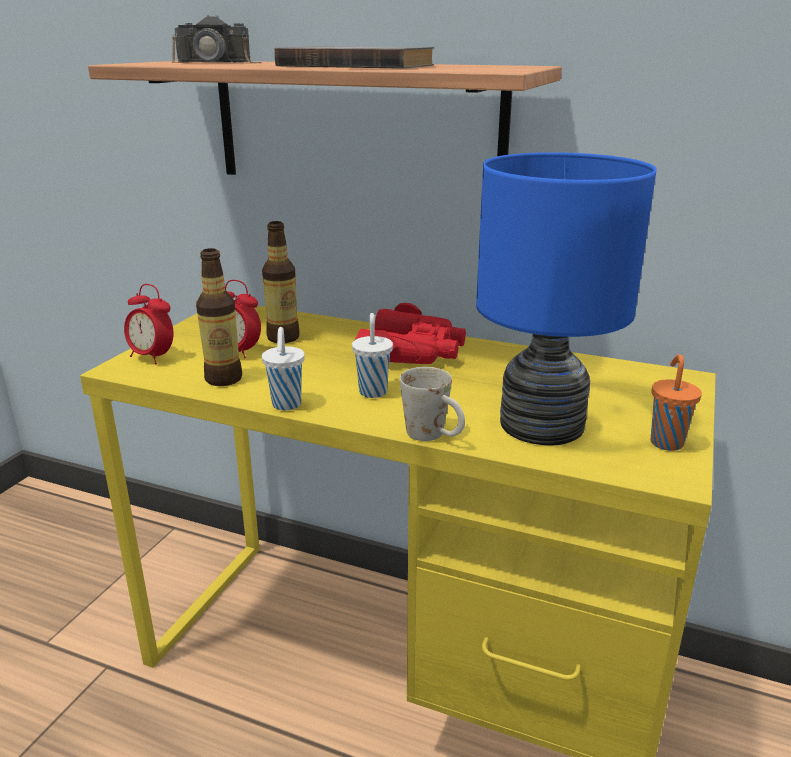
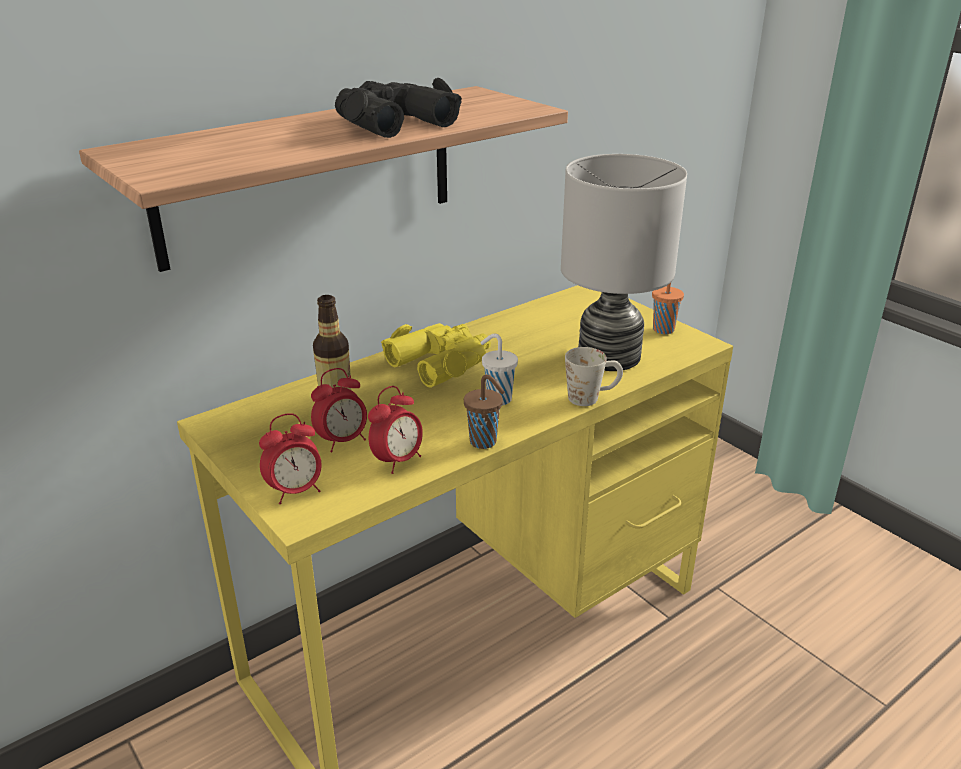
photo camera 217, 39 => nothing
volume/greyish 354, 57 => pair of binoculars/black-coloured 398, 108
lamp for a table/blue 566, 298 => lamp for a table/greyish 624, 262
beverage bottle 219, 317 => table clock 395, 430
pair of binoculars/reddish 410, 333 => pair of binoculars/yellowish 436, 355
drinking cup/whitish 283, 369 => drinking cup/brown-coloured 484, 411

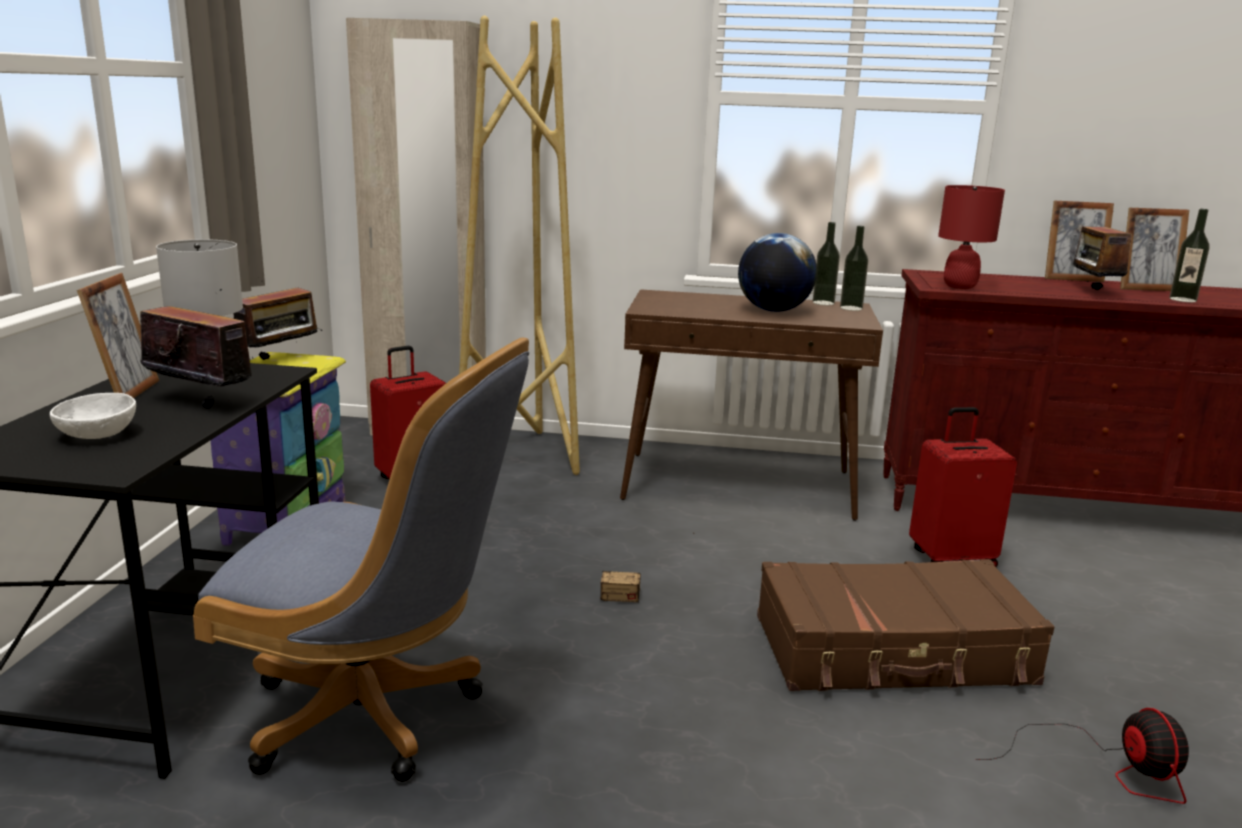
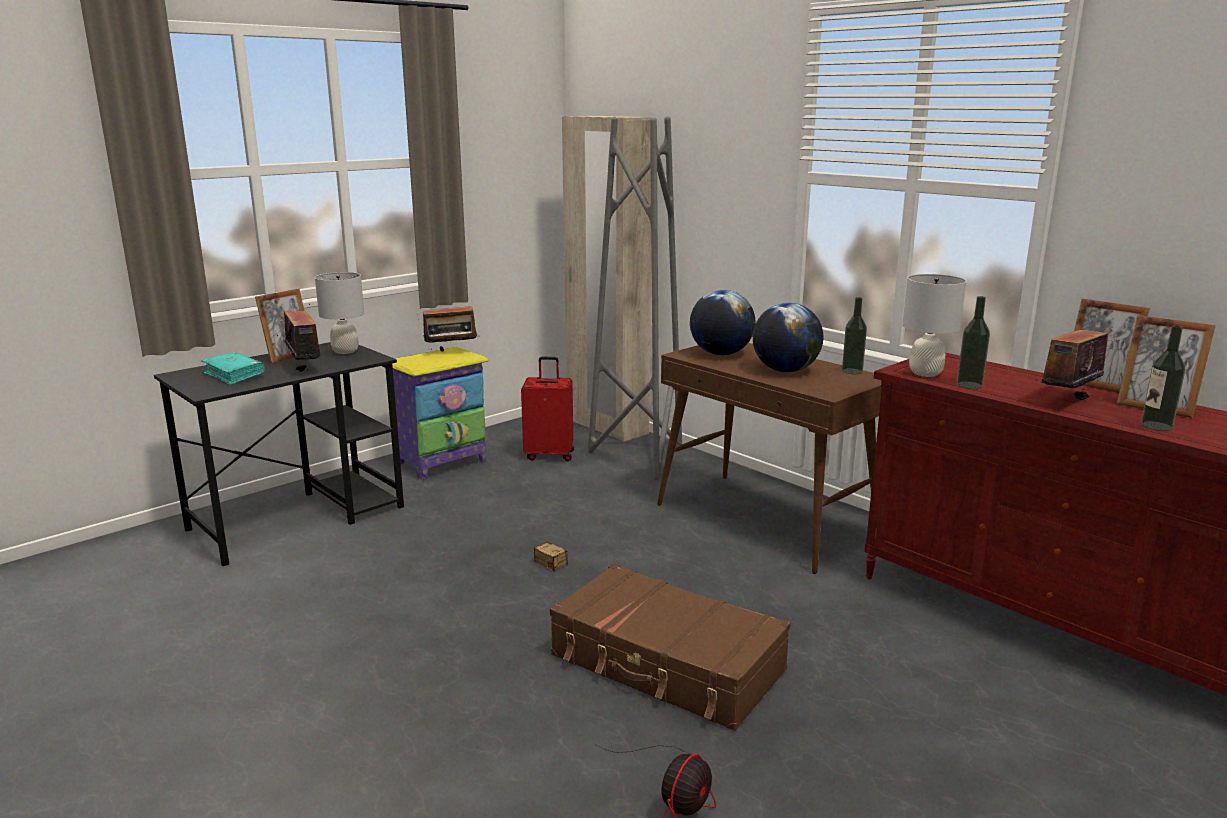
garment rack/yellowish 519, 245 => garment rack/greyish 635, 298
lamp for a table/reddish 971, 237 => lamp for a table/greyish 934, 325
beverage bottle 854, 268 => beverage bottle 973, 342, moved
office chair/blue 361, 560 => nothing
deep dish/whitish 93, 416 => volume/turquoise 233, 368
suitcase/reddish 963, 487 => nothing
nothing => globe 723, 322

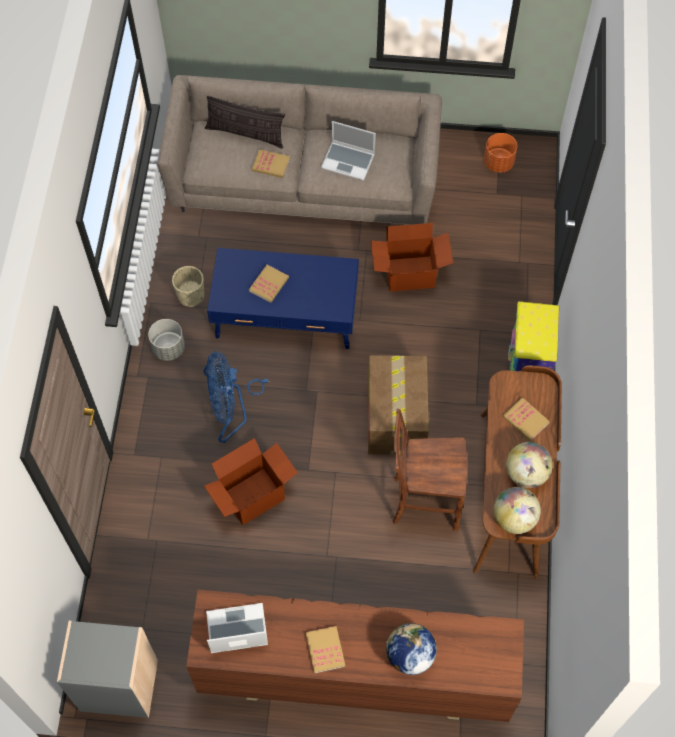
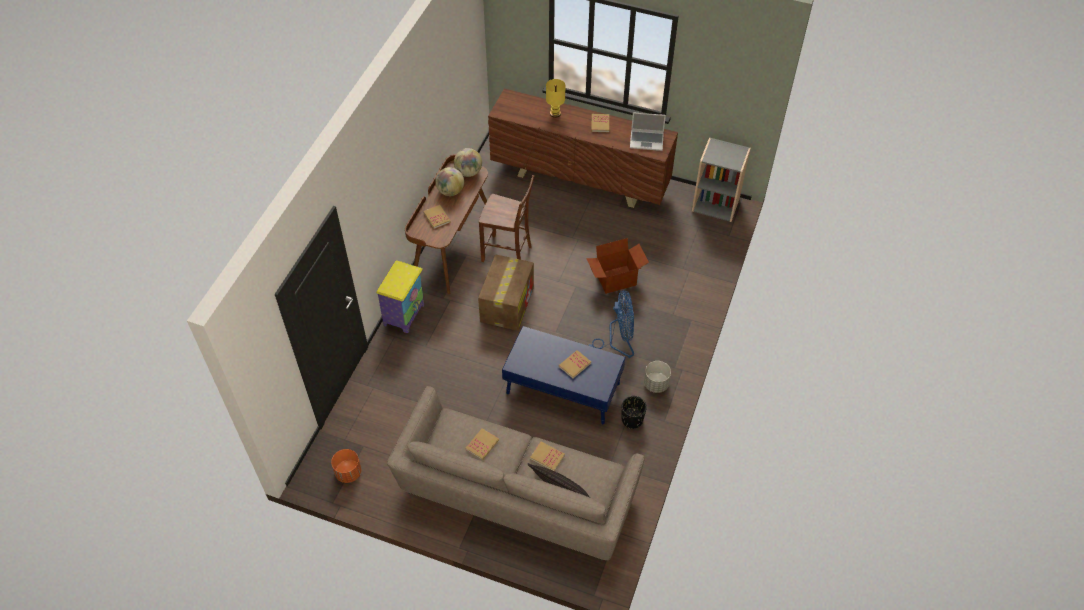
notebook computer 348, 151 => volume 482, 444
packing box 411, 257 => nothing
planter/beige 188, 286 => planter/black-coloured 634, 412
globe 411, 649 => lamp for a table/yellowish 556, 98

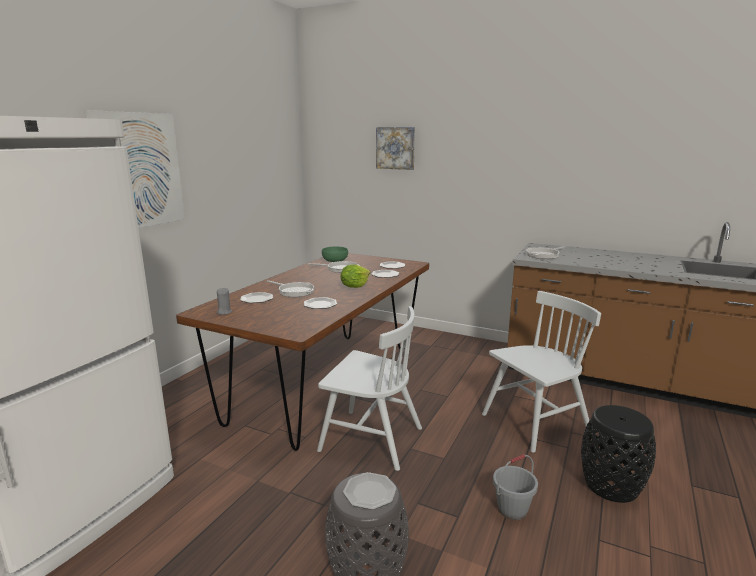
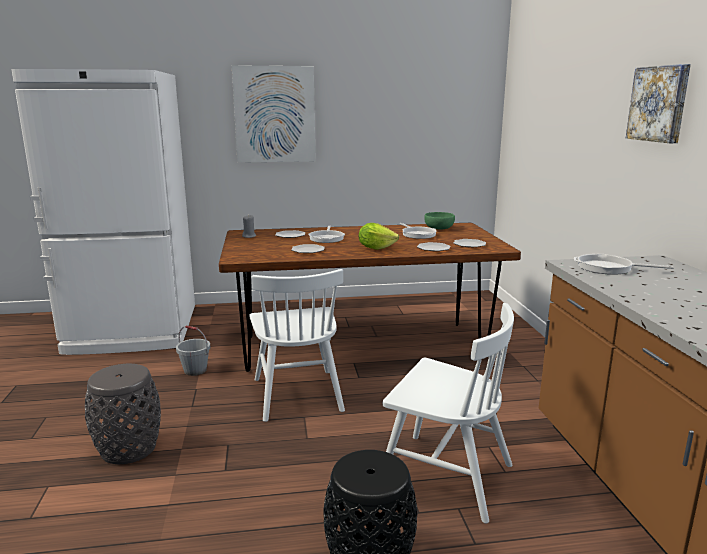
wall art 395, 148 => wall art 658, 103, moved
water bucket/greyish 515, 487 => water bucket/greyish 193, 350, moved
dinner plate 370, 491 => nothing

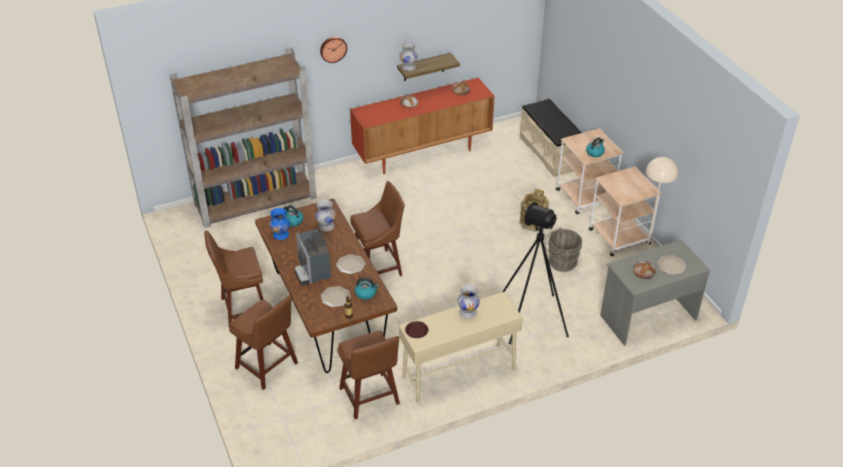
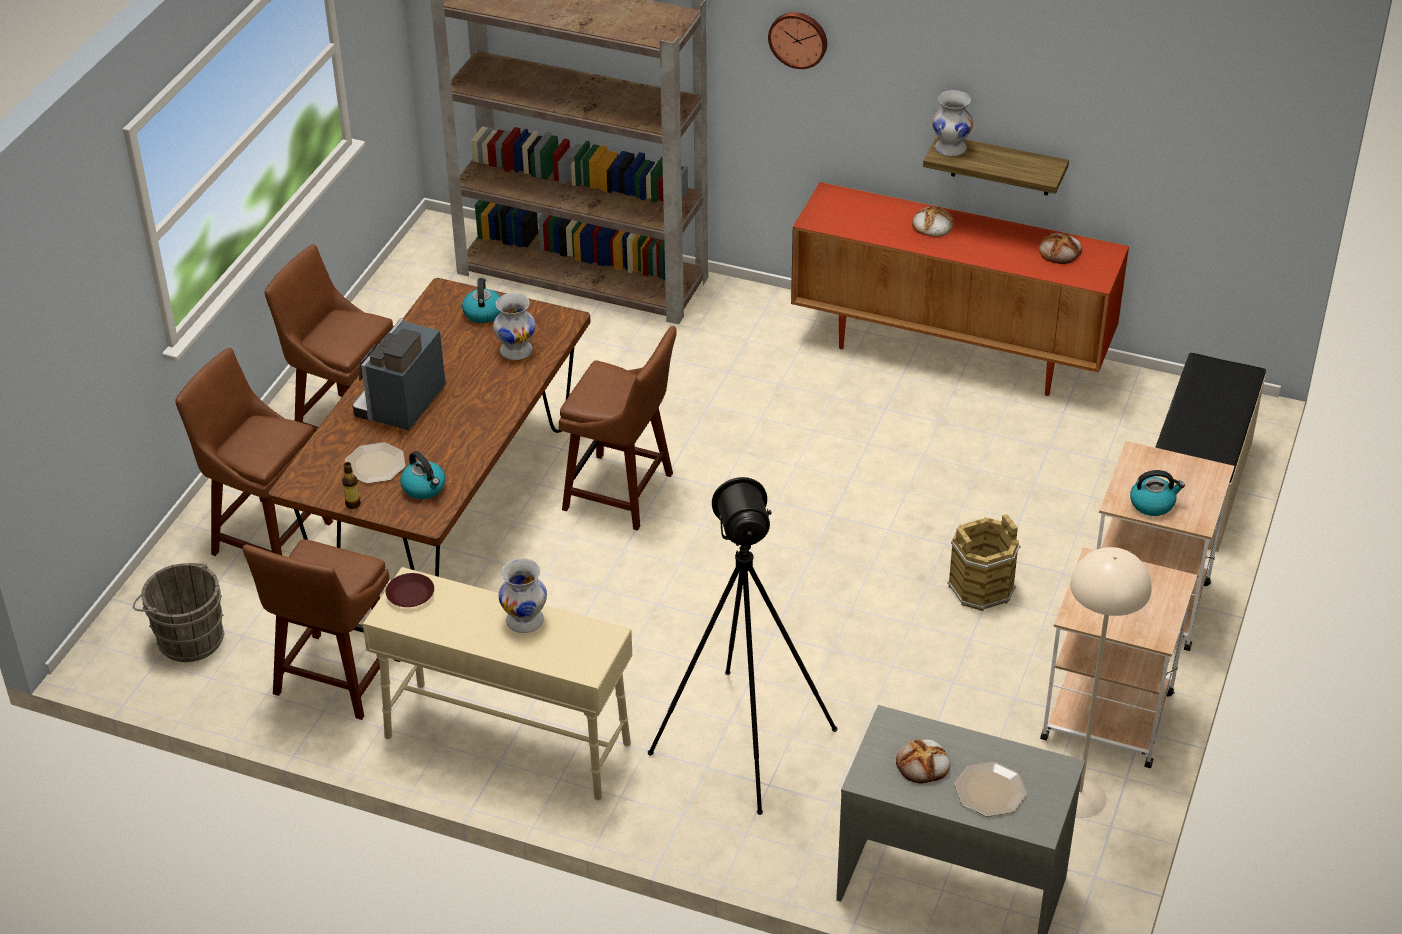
flower vase/blue 279, 224 => nothing
water bucket/greyish 563, 250 => water bucket/greyish 179, 612, moved
dinner plate 351, 264 => nothing
upright chair/brown-coloured 263, 342 => upright chair/brown-coloured 254, 452, 120 degrees clockwise

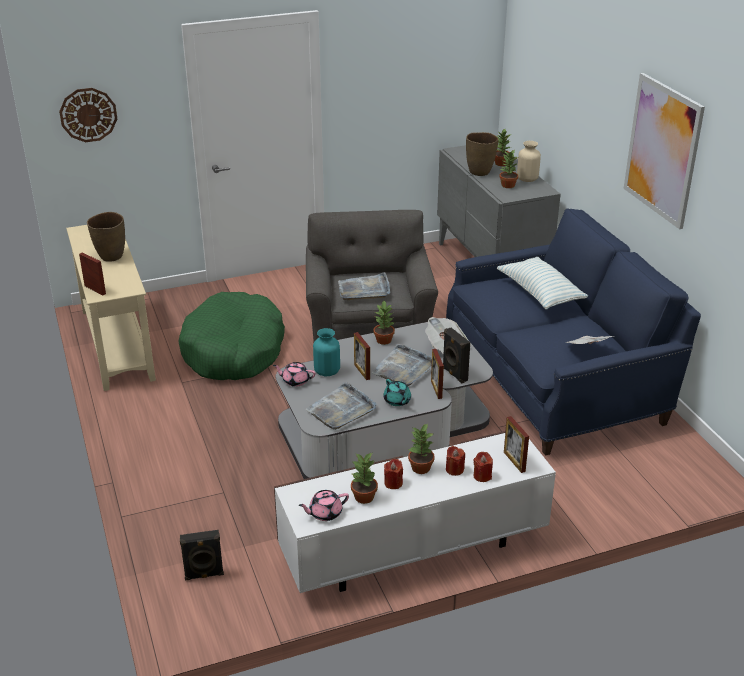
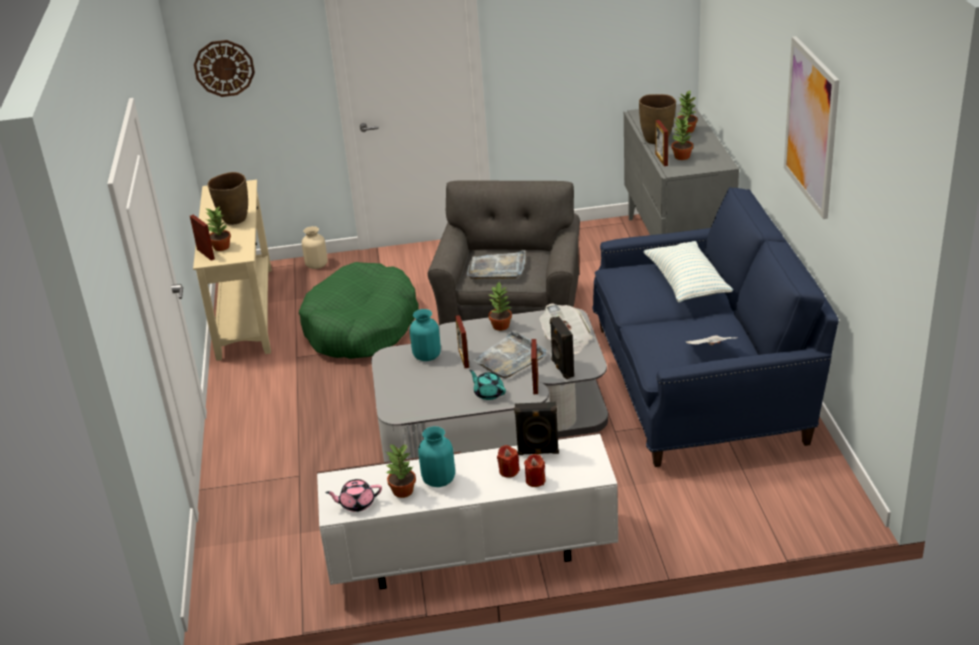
flower vase/beige 529, 161 => flower vase/beige 315, 247, moved
tea pot/pink 294, 374 => nothing
tea pot/turquoise 397, 392 => tea pot/turquoise 487, 384, 150 degrees clockwise
carrying tray/greyish 340, 406 => nothing
photo frame 516, 444 => photo frame 661, 143, moved
potted plant 421, 448 => potted plant 219, 229, moved
wax candle/reddish 393, 474 => flower vase/turquoise 436, 456
audio speaker/black-coloured 202, 555 => audio speaker/black-coloured 536, 428, moved

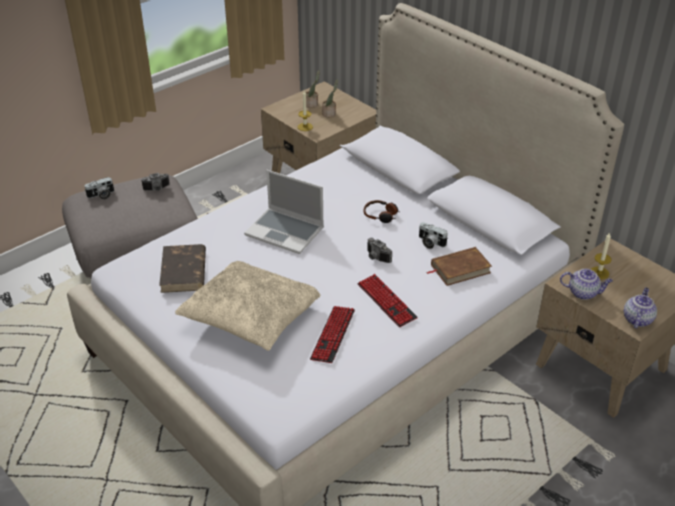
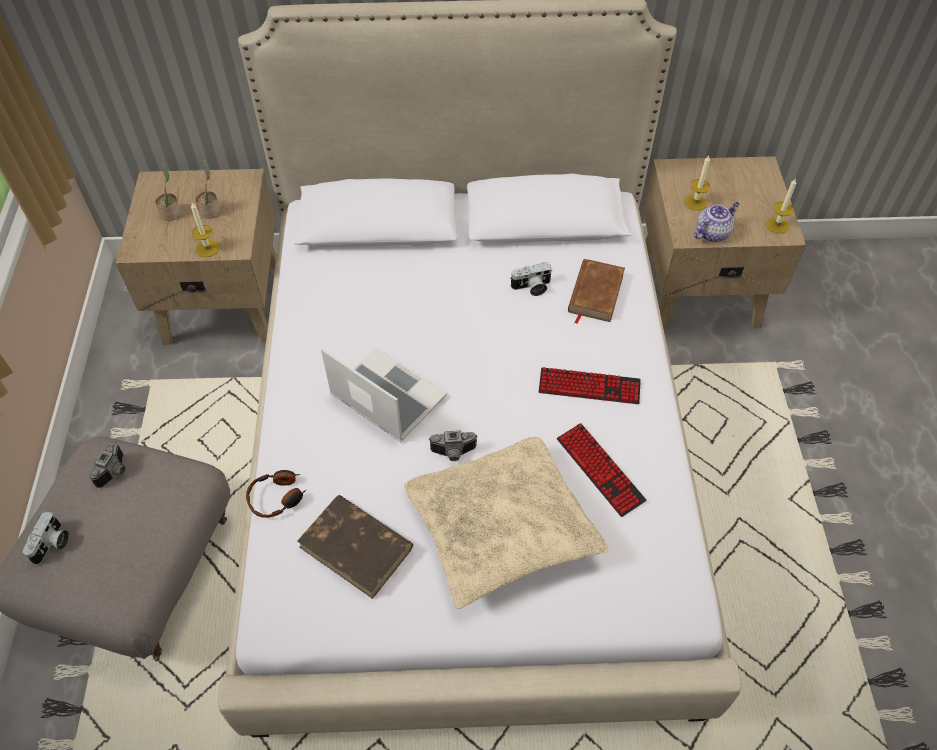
notebook computer 284, 212 => notebook computer 384, 394, 120 degrees counterclockwise
pair of headphones 382, 211 => pair of headphones 276, 494, moved
photo camera 379, 250 => photo camera 453, 445, moved
tea pot 640, 308 => wax candle 781, 206

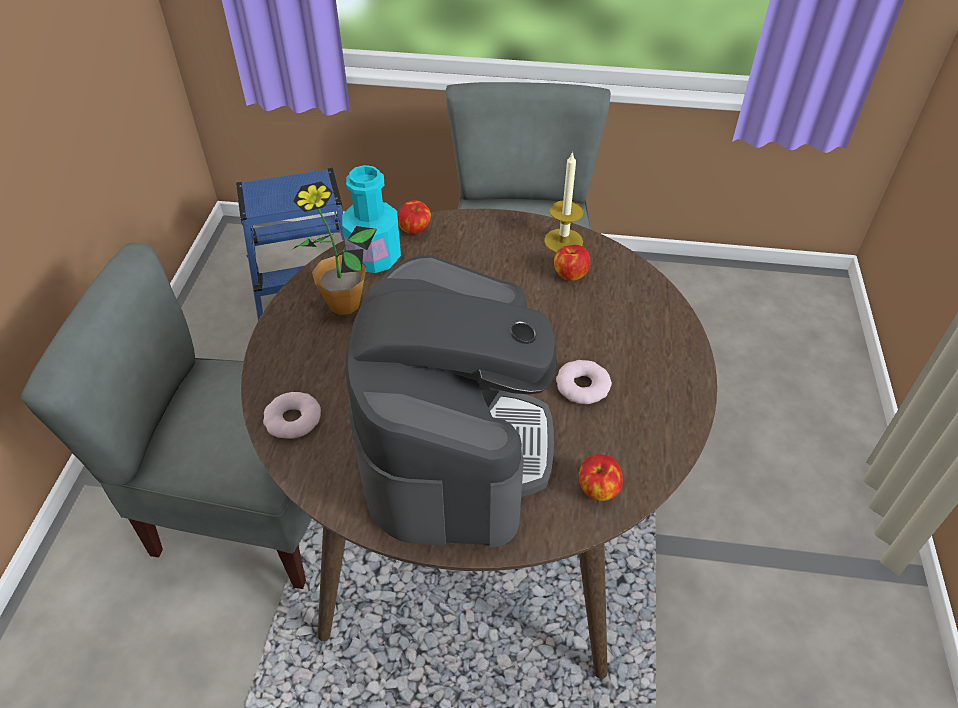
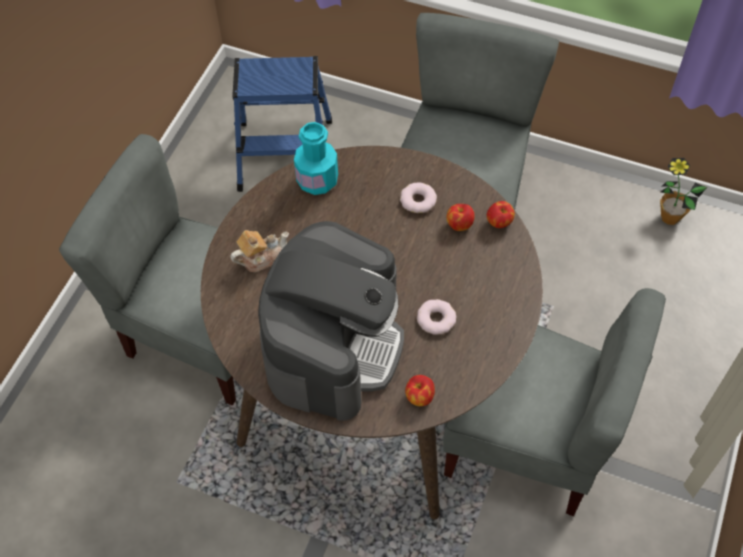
wax candle 564, 202 => nothing
potted plant 334, 248 => potted plant 683, 191, moved
apple 414, 217 => apple 501, 214, moved
ring doughnut 292, 415 => ring doughnut 418, 197, moved
nothing => tea pot 259, 251
nothing => upright chair/greyish 554, 402

